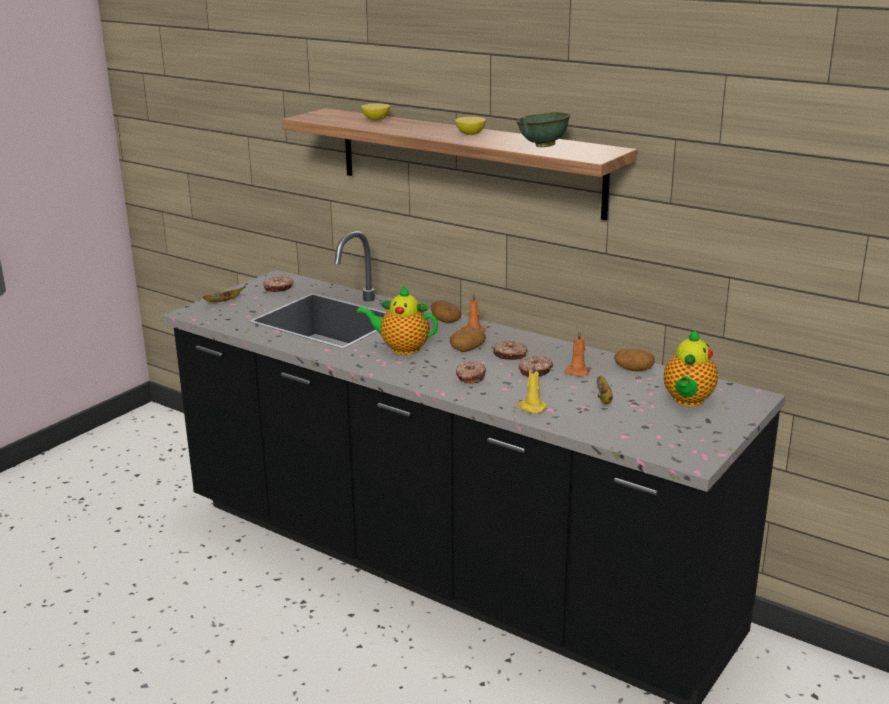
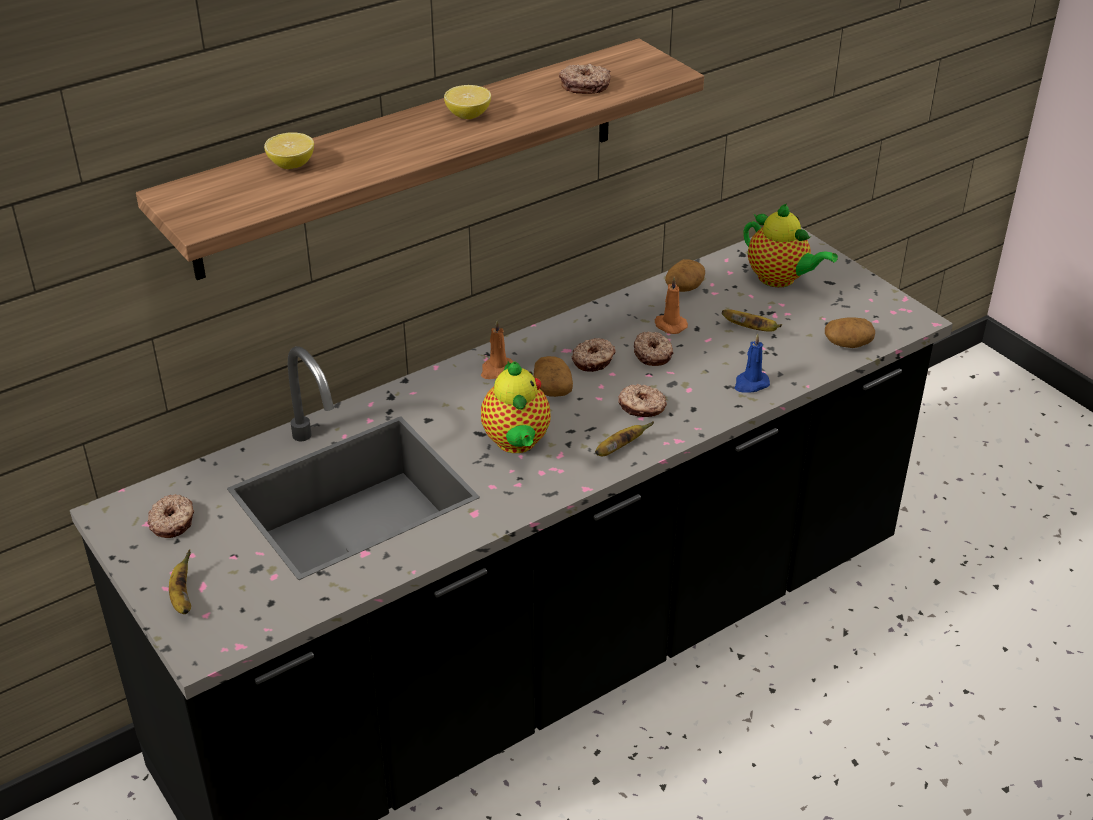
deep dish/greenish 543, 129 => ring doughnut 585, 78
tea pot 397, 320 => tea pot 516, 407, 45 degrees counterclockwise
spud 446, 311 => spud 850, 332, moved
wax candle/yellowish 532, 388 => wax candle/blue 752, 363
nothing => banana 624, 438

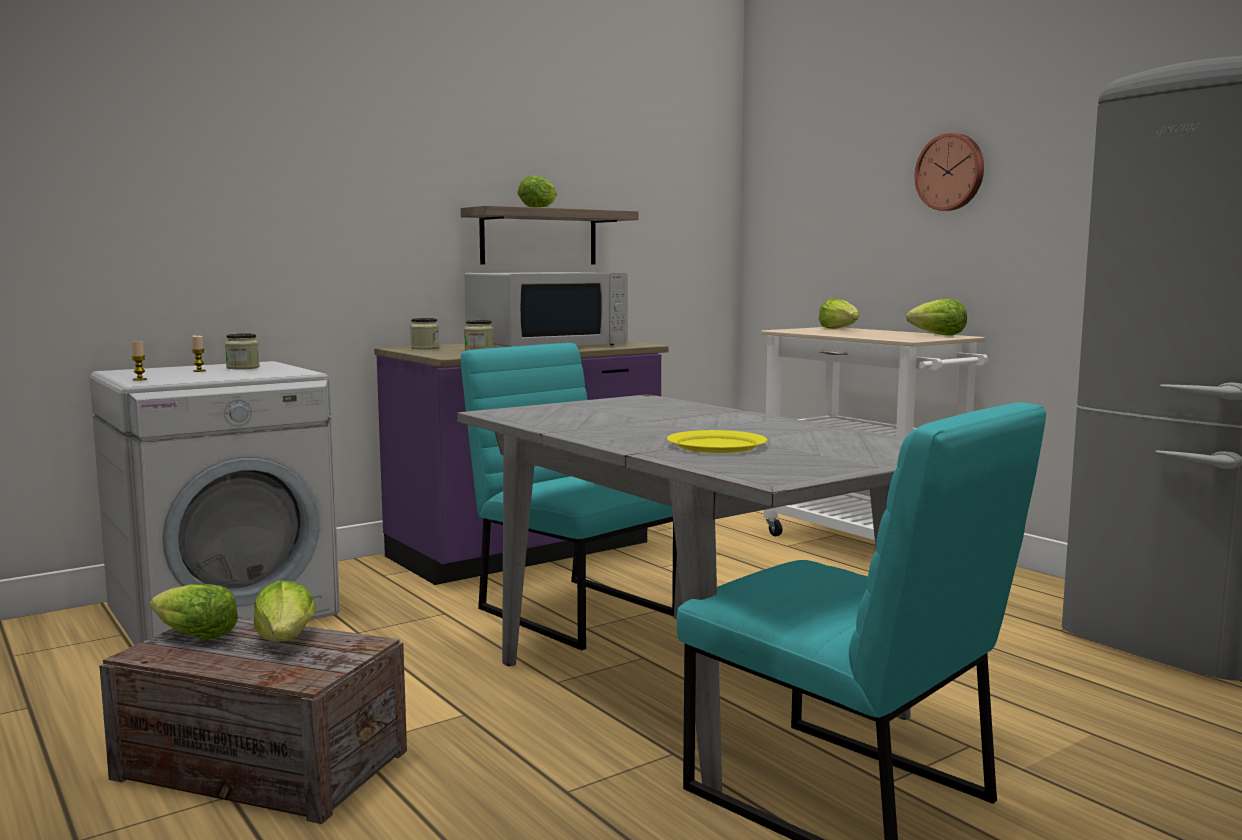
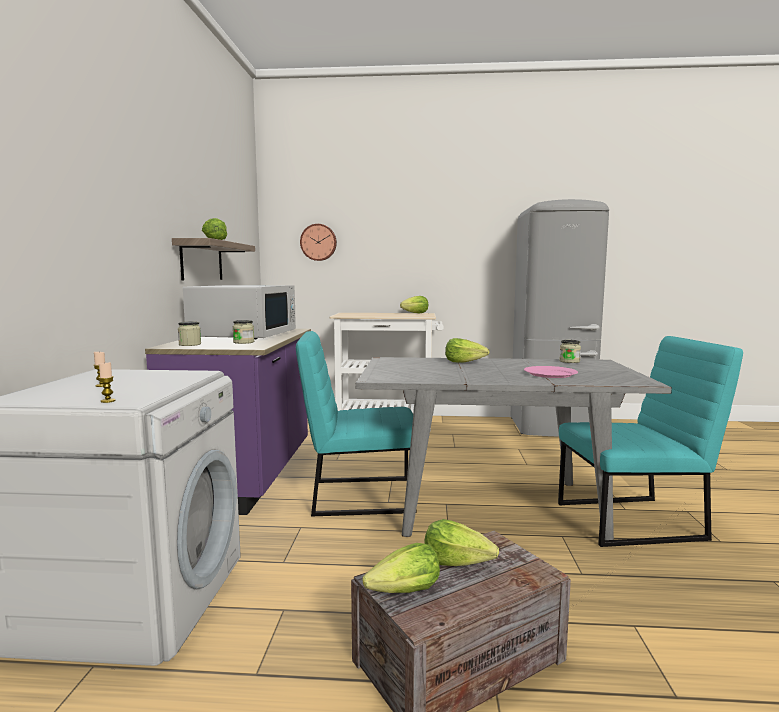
clock on the wall 949, 172 => clock on the wall 318, 242, moved
lettuce 839, 313 => lettuce 467, 350, moved
storage jar 242, 351 => storage jar 570, 351, moved
dinner plate/yellowish 717, 441 => dinner plate/pink 551, 372

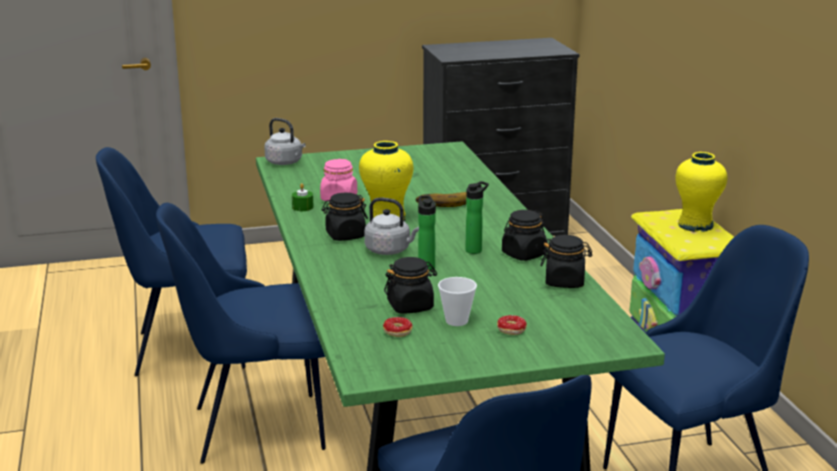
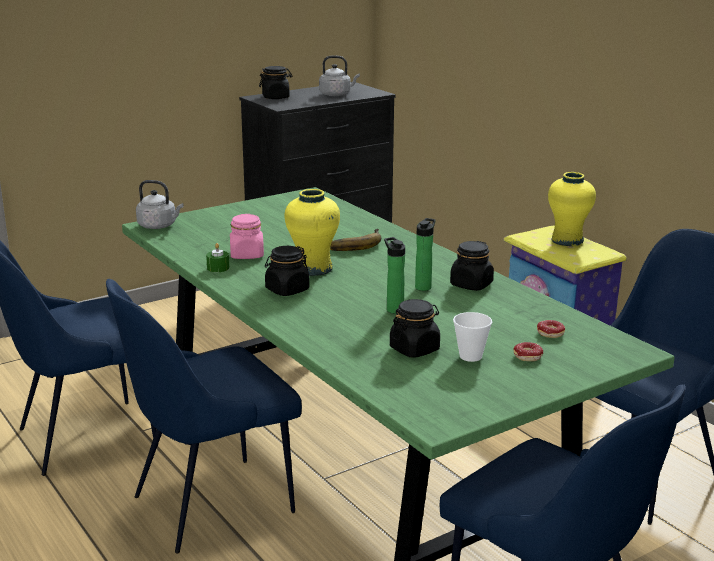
water kettle/greyish 391, 226 => water kettle/greyish 339, 76, moved
storage jar/black-coloured 566, 261 => storage jar/black-coloured 275, 82, moved
ring doughnut 398, 327 => ring doughnut 551, 329, moved

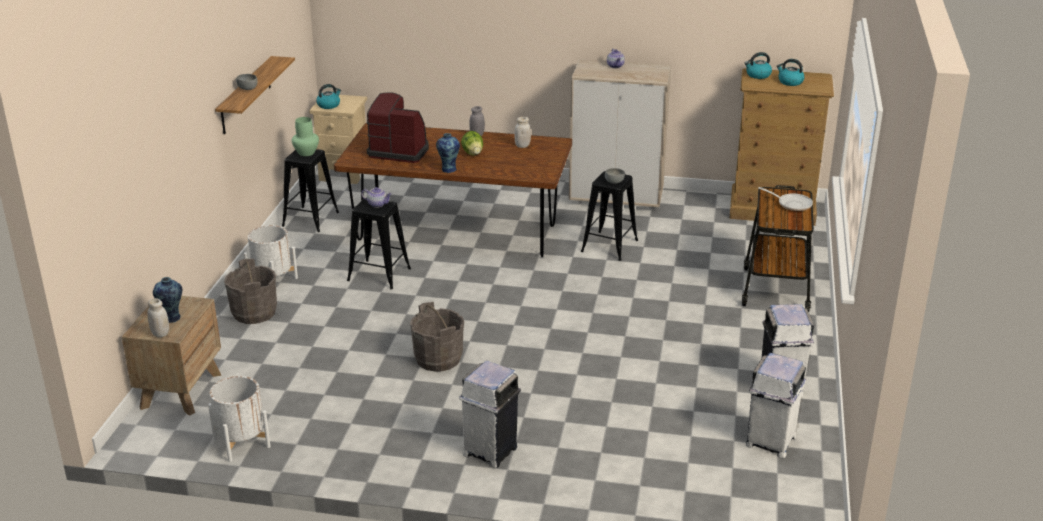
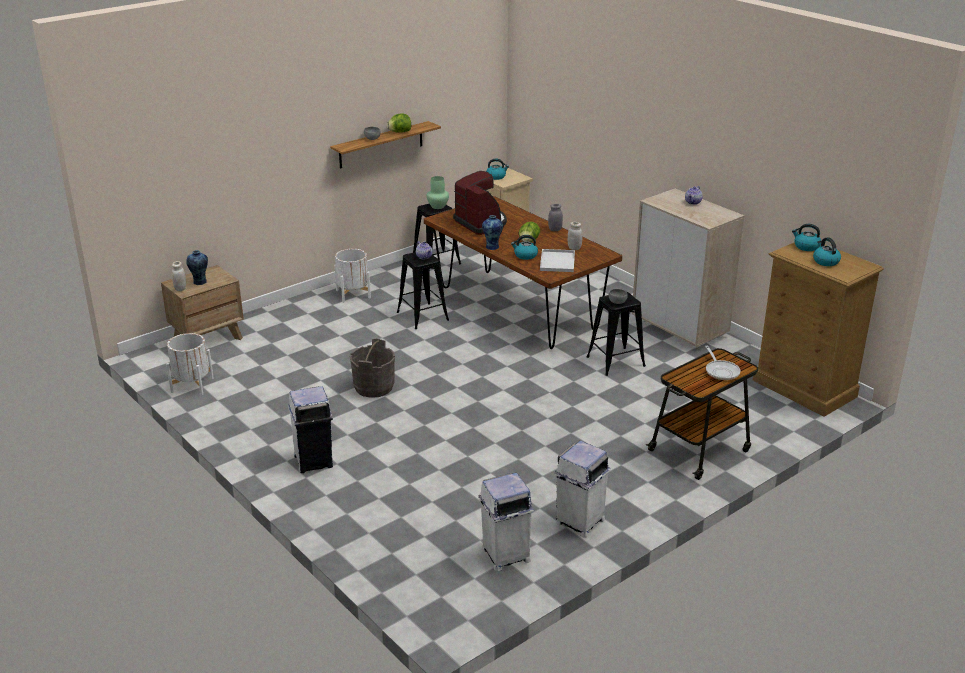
water bucket/greyish 250, 291 => nothing
nothing => lettuce 399, 123
nothing => water kettle 524, 247
nothing => carrying tray/whitish 557, 260

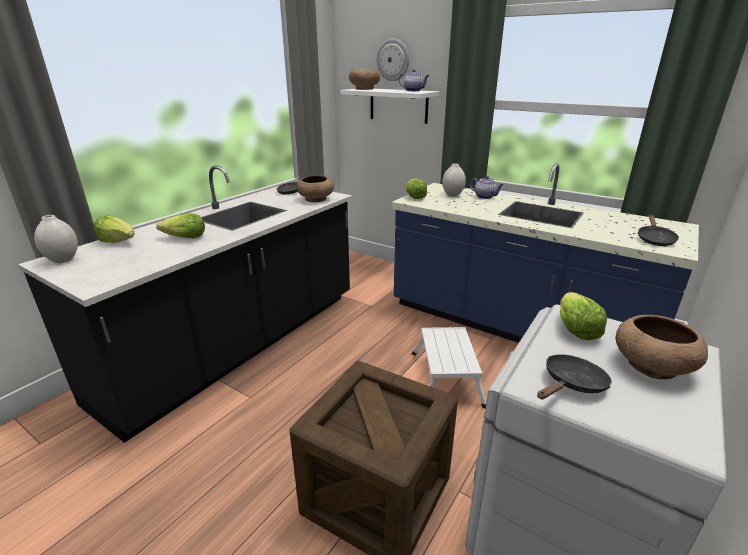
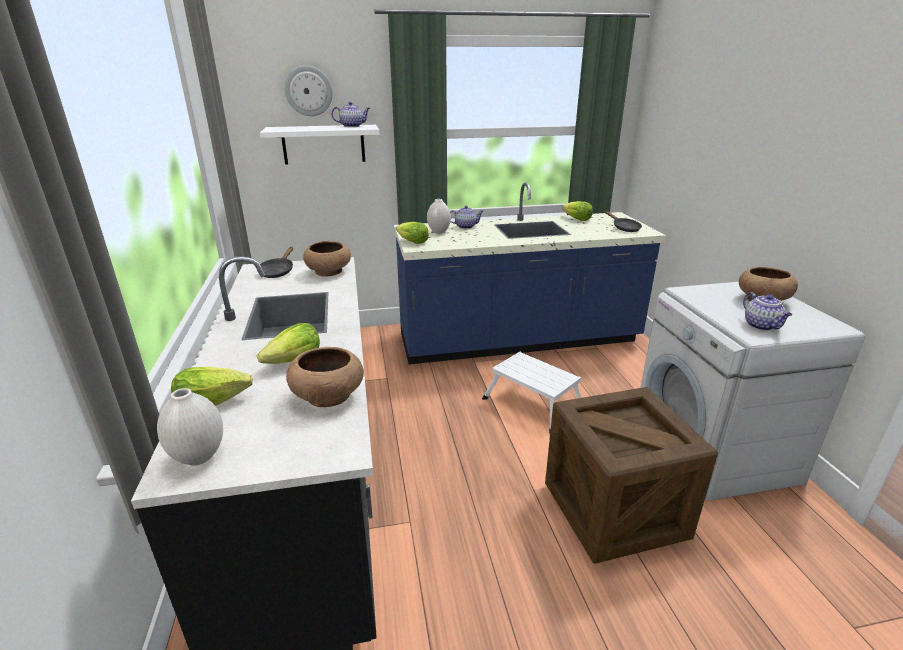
deep dish/brown-coloured 364, 79 => deep dish/brown-coloured 325, 377, moved
lettuce 583, 316 => lettuce 577, 211, moved
skillet/black-coloured 574, 377 => tea pot 767, 311

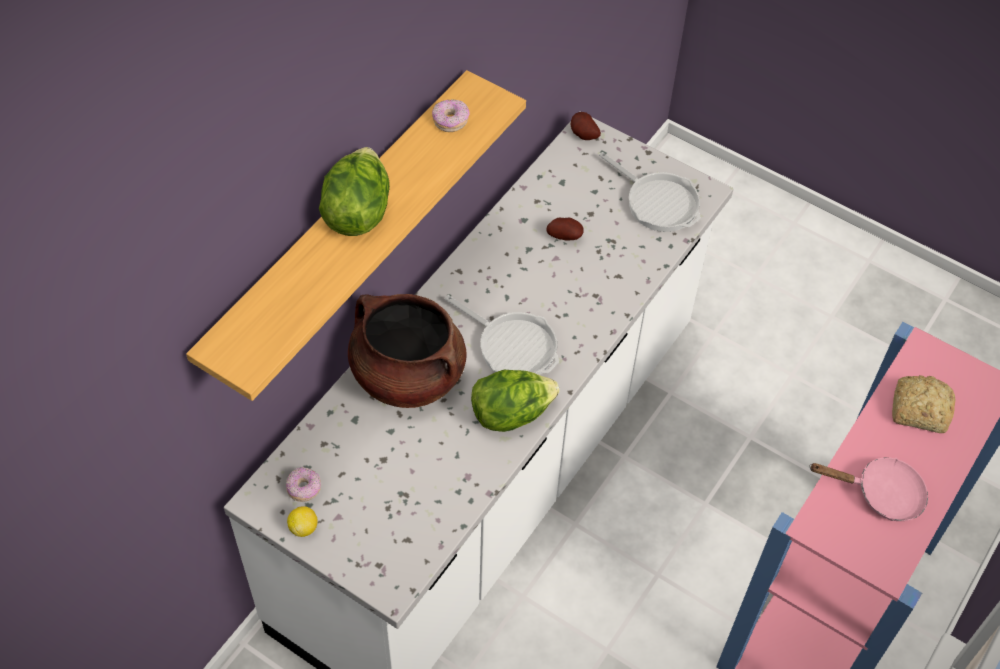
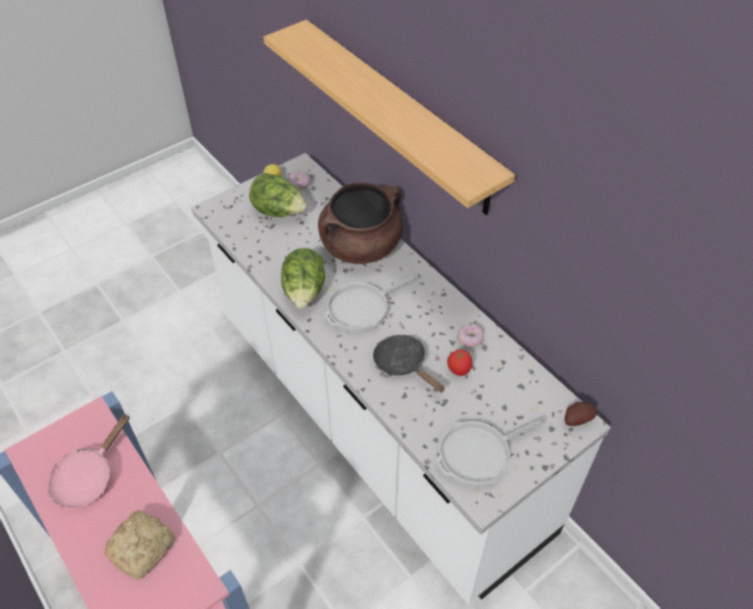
ring doughnut 451, 115 => ring doughnut 470, 336, moved
lettuce 354, 191 => lettuce 278, 195, moved
spud 565, 229 => fresh tomato 459, 362
nothing => skillet/black-coloured 409, 363

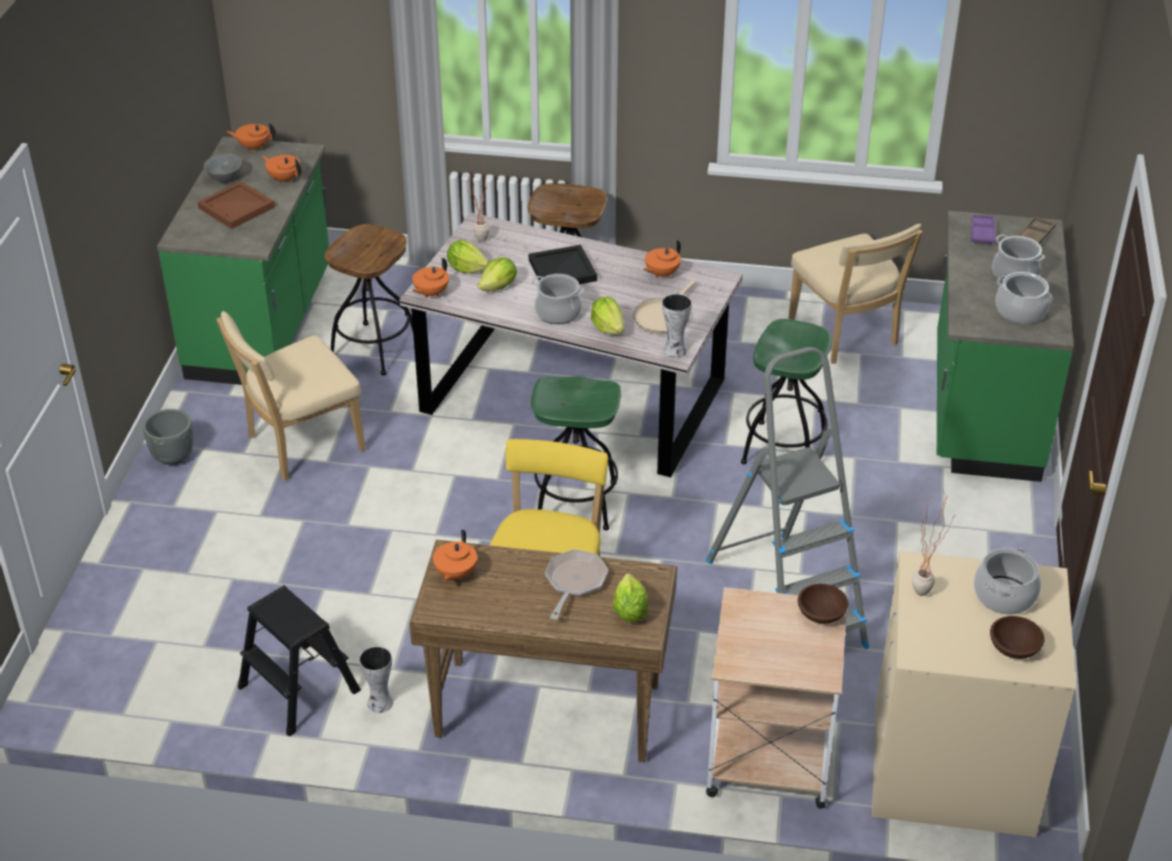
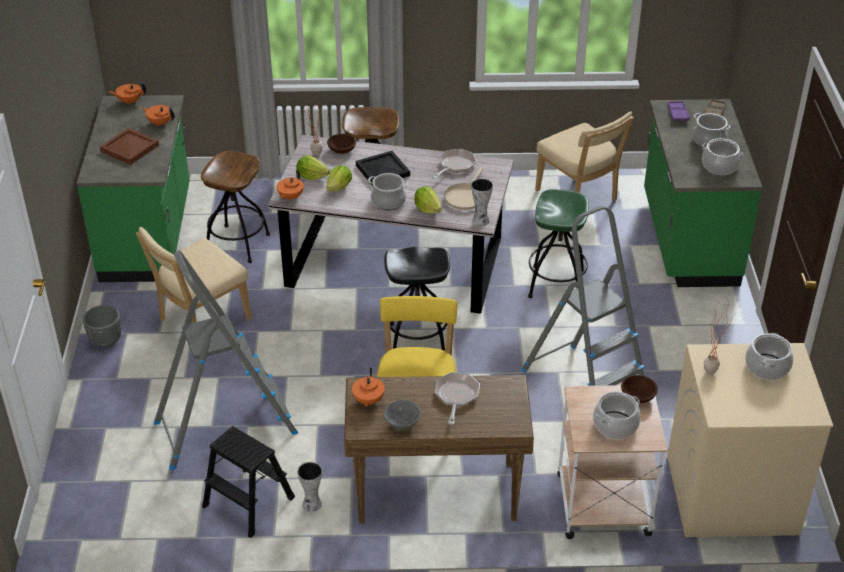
deep dish/greyish 223, 168 => deep dish/greyish 402, 415, moved
tea pot/orangey 662, 259 => skillet 454, 164
sitting stool/greenish 576, 453 => sitting stool/black-coloured 417, 299
lettuce 631, 598 => nothing
deep dish/brown-coloured 1017, 637 => deep dish/brown-coloured 341, 144, moved
nothing => step stool/greyish 225, 360
nothing => saucepot 616, 415

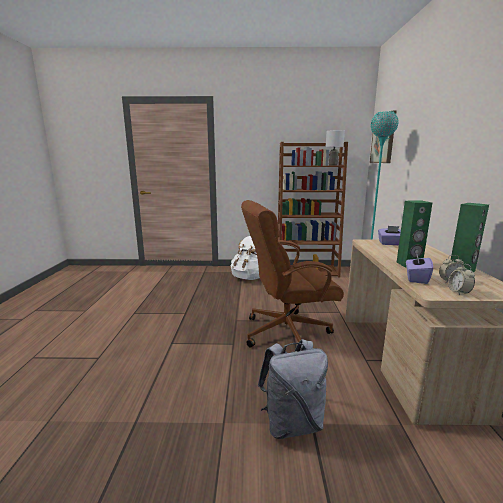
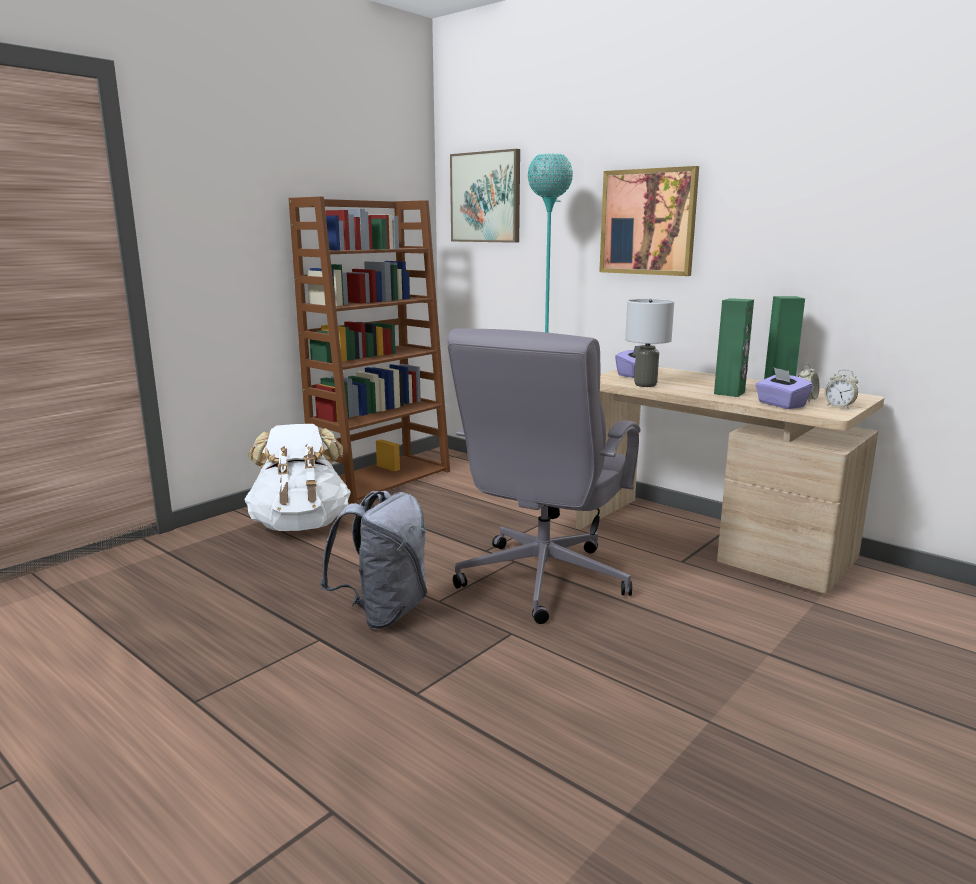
lamp for a table/whitish 335, 148 => lamp for a table/whitish 649, 343, moved
office chair/brown-coloured 292, 274 => office chair/greyish 544, 476
knapsack/greyish 292, 389 => knapsack/greyish 373, 560, moved
nothing => wall art 649, 221

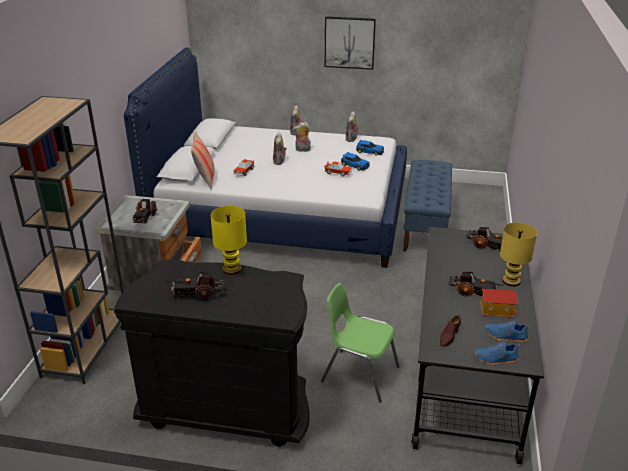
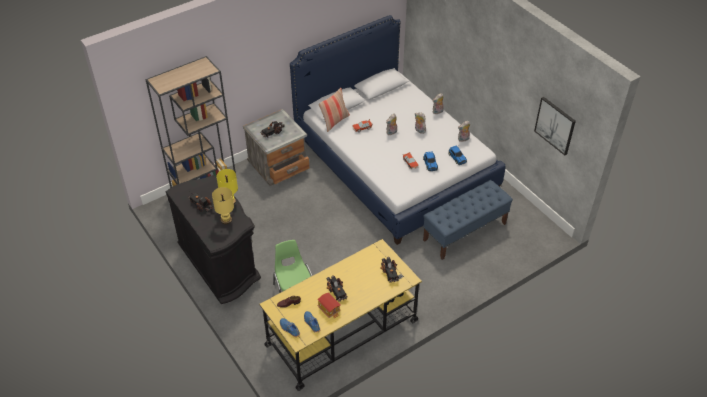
wall art 350, 43 => wall art 555, 126, moved
lamp for a table/yellowish 518, 254 => lamp for a table/yellowish 223, 205, moved
desk/black-coloured 477, 345 => desk/yellowish 340, 315

